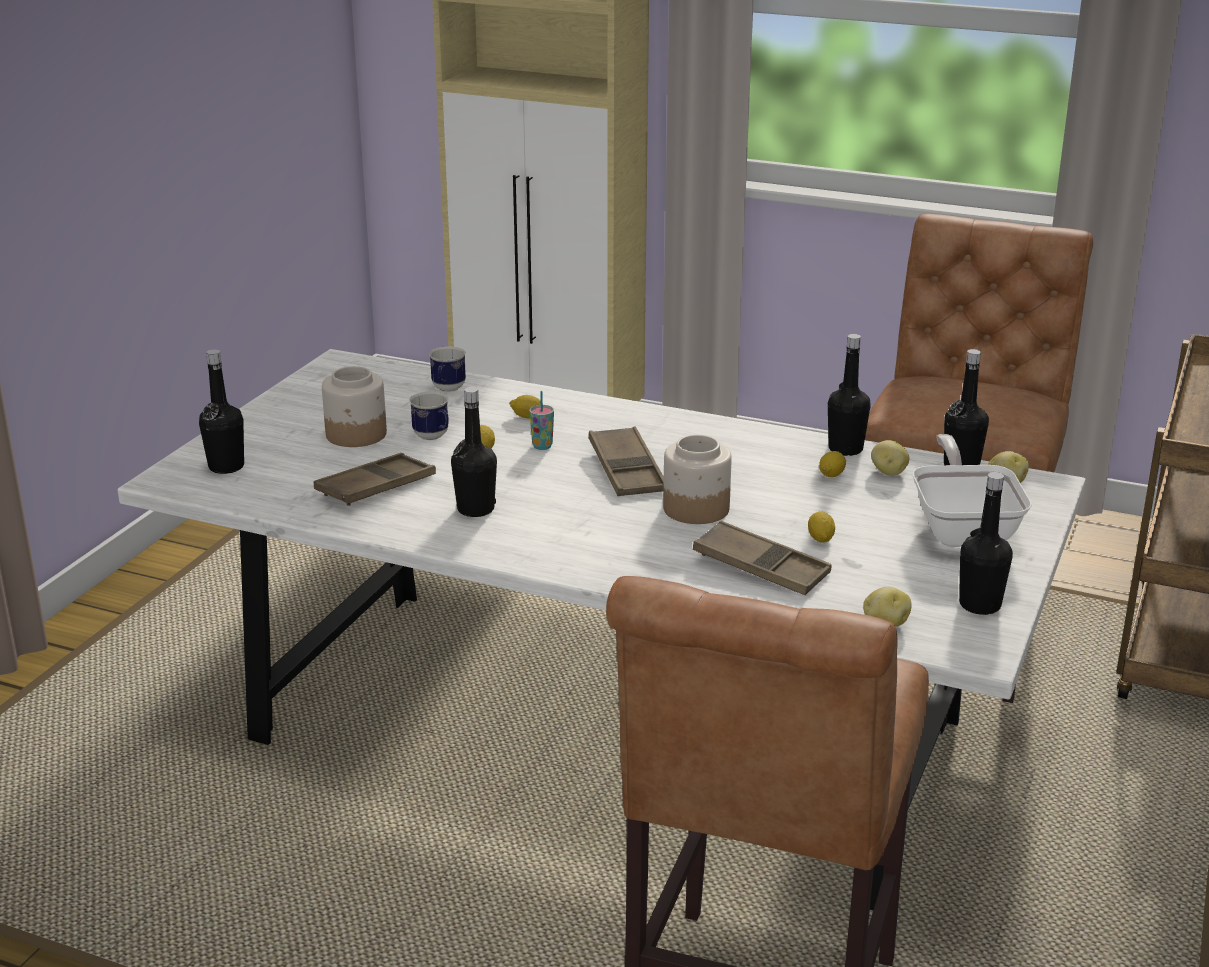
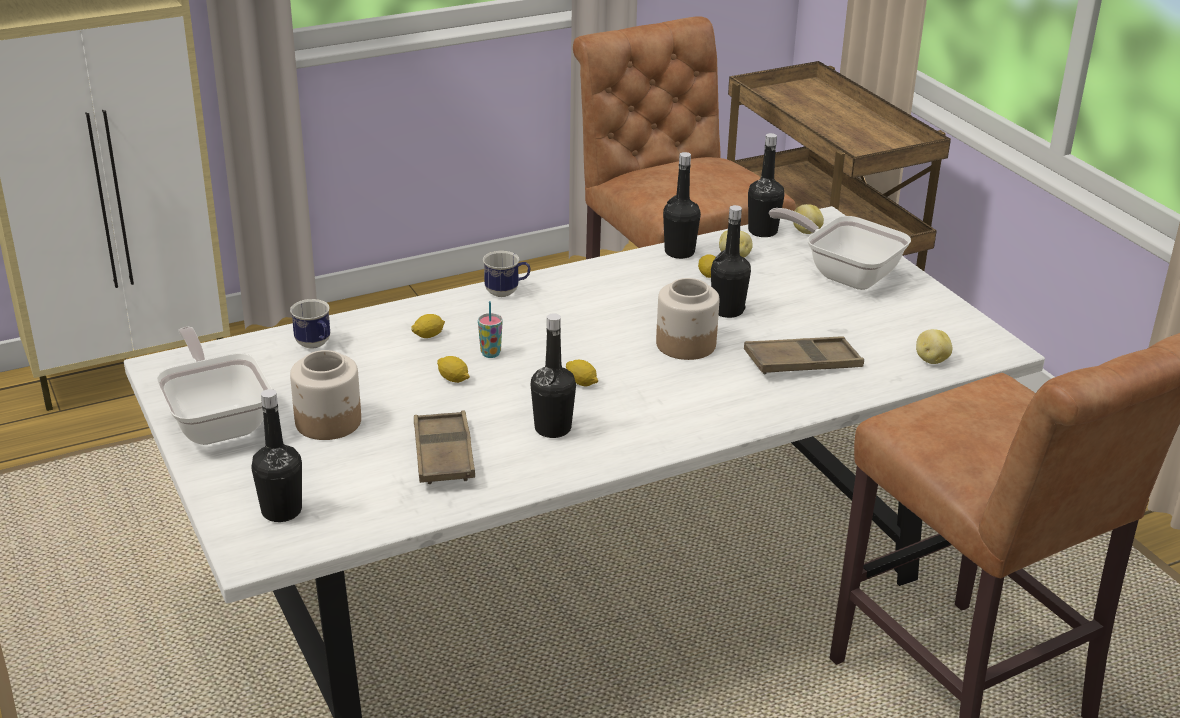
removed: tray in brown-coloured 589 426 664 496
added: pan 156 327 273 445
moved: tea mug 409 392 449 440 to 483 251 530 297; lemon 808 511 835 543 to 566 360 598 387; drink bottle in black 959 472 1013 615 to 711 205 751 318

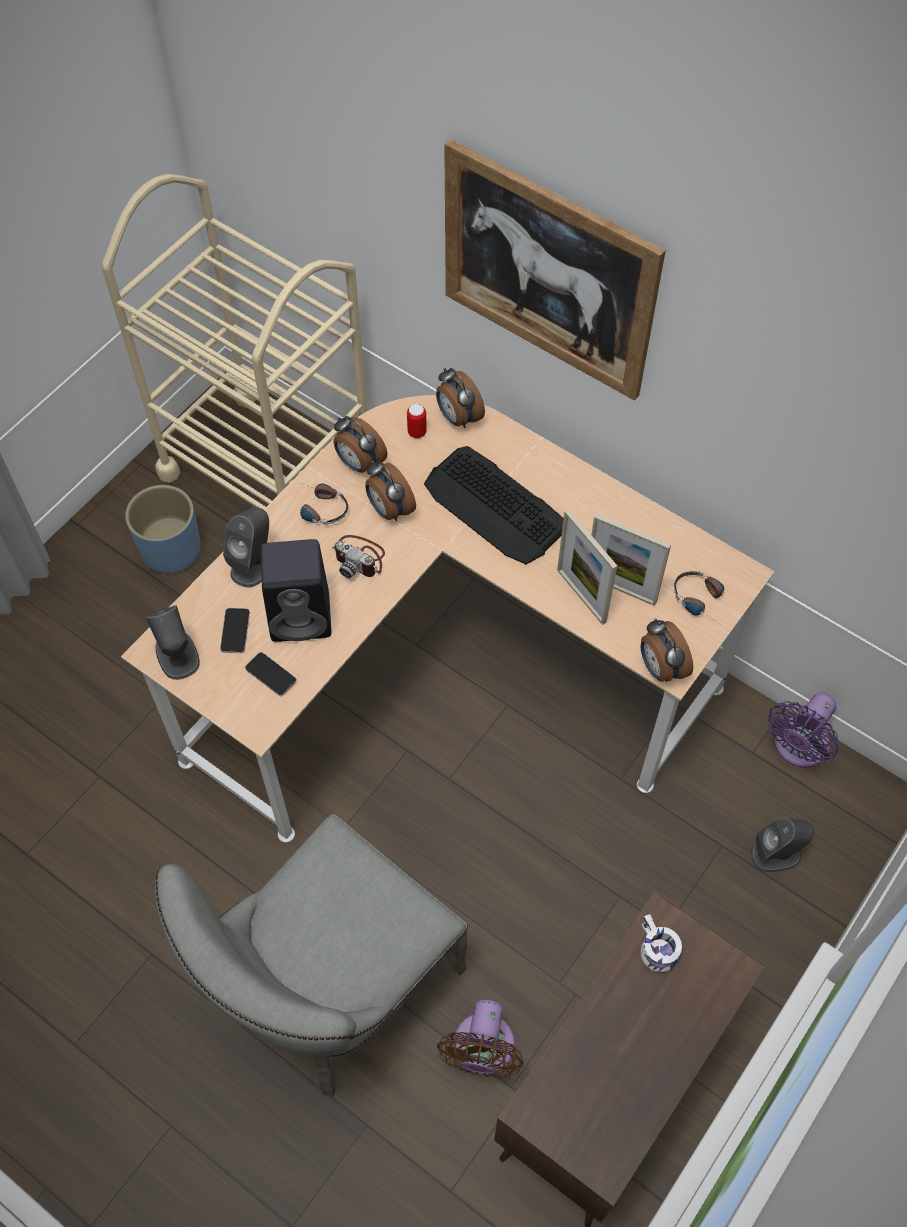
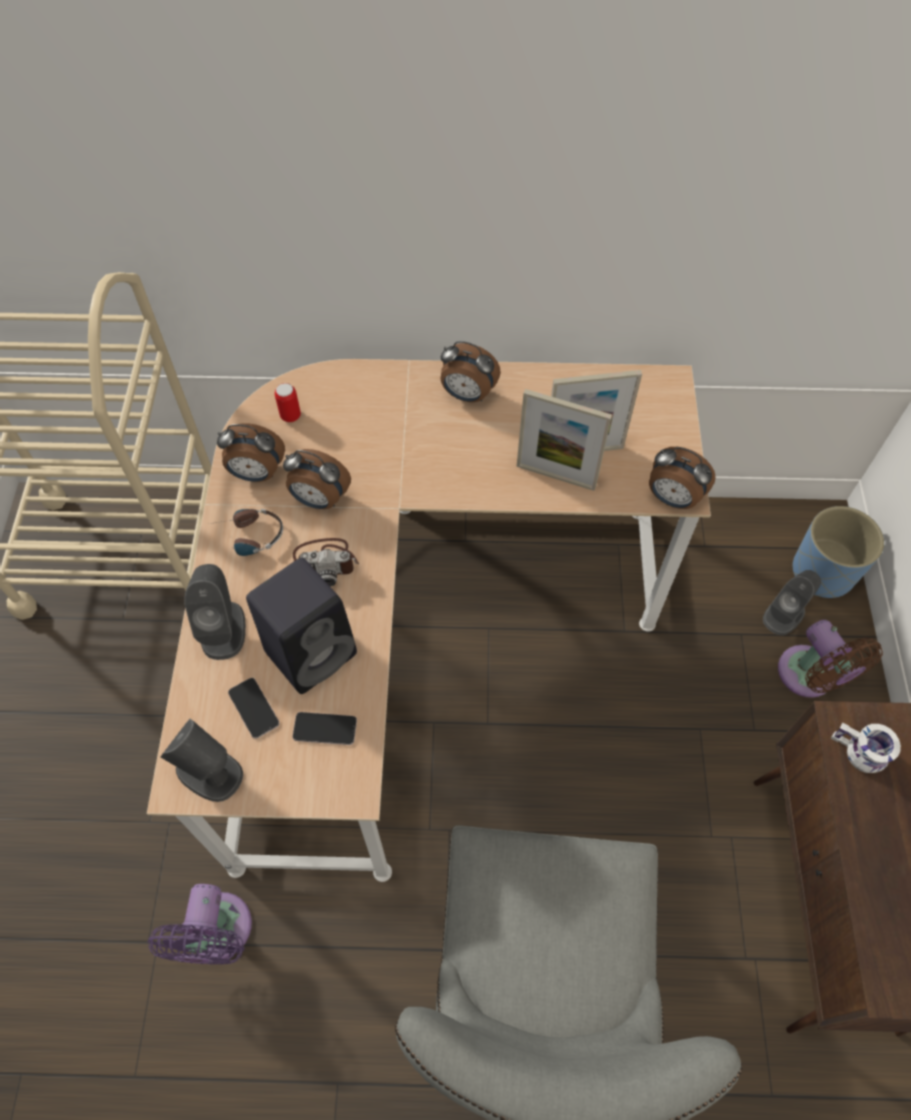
removed: keyboard 424 446 564 564; wall art 444 139 666 401; headphones 674 571 724 623
moved: flower pot in blue-coloured 125 485 201 574 to 793 506 884 598; table clock 436 368 485 428 to 440 341 501 402; electric fan in brown-coloured 437 1000 523 1078 to 778 620 883 698; electric fan in purple 768 692 839 768 to 148 884 252 965

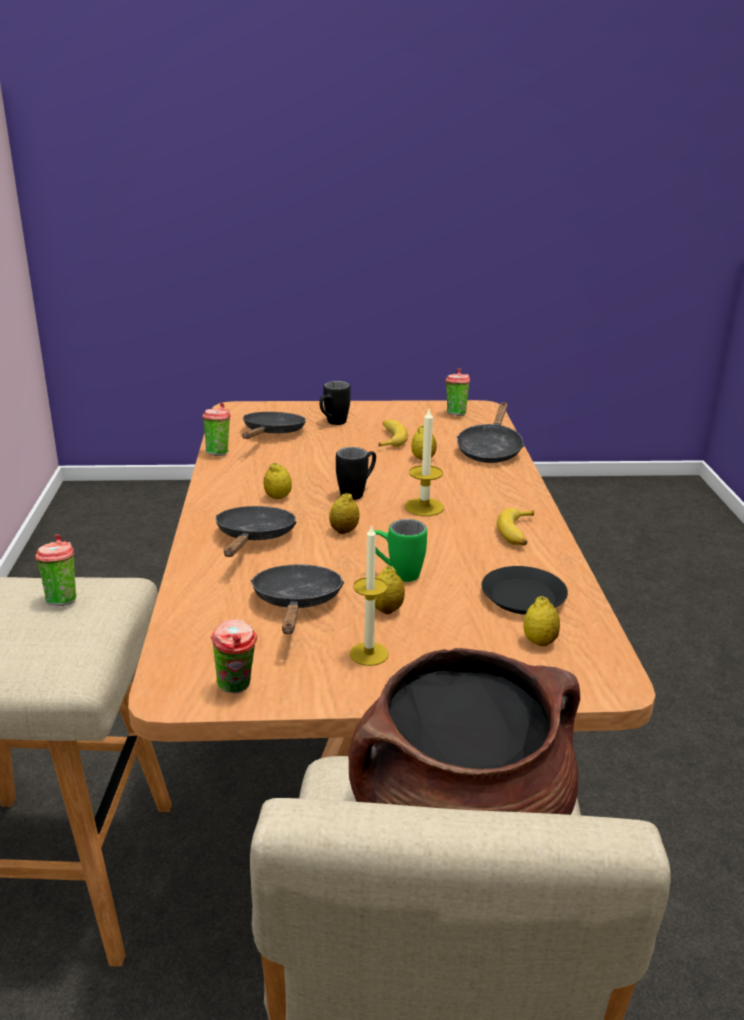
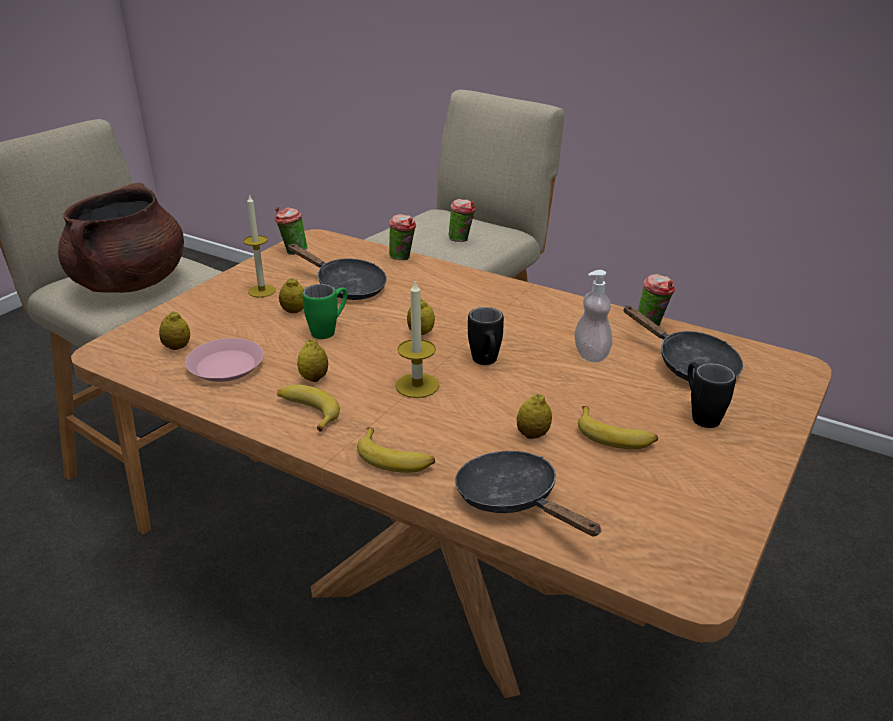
removed: pan in black 216 506 297 557
added: whole banana 357 427 435 473; soap dispenser 574 270 613 362
moved: lemon 263 463 292 499 to 297 339 328 382; drinking cup 445 368 470 416 to 389 214 416 260
recoloured: dinner plate in black 482 566 568 615 to dinner plate in pink-coloured 185 338 264 382

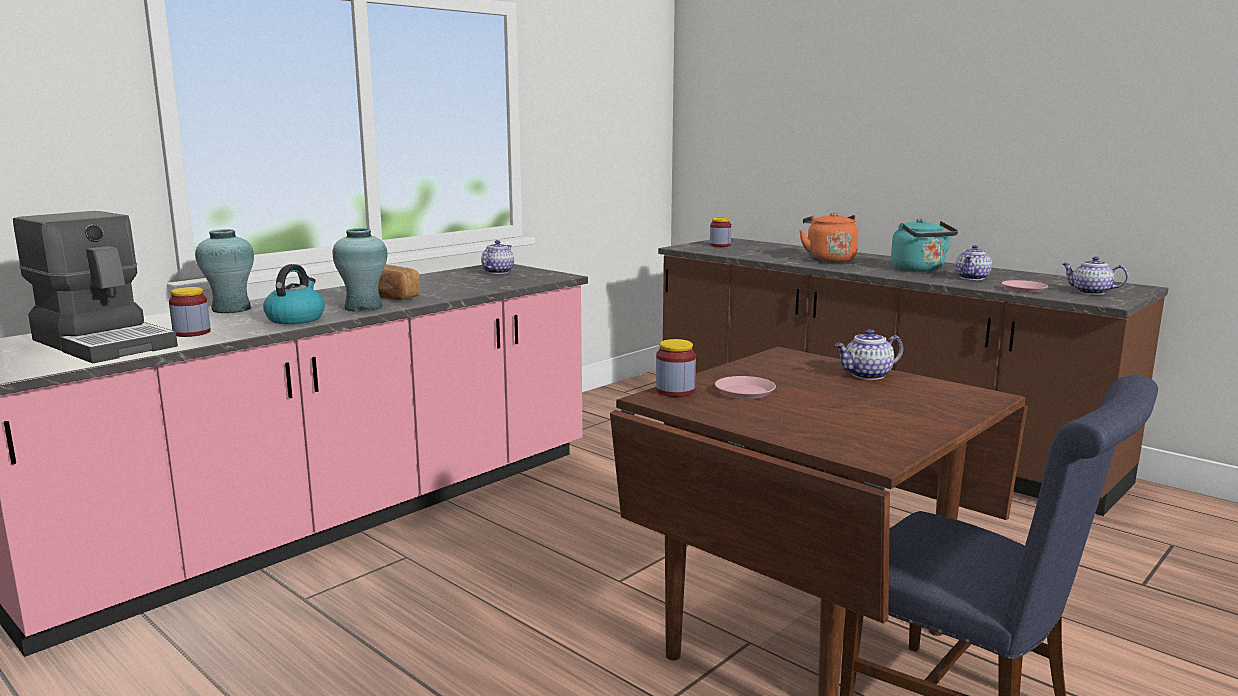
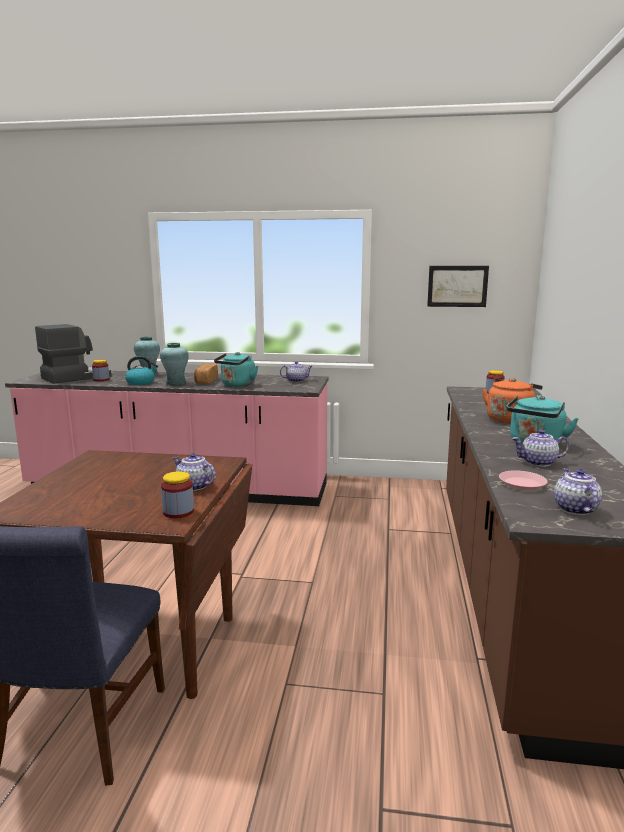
removed: dinner plate in pink-coloured 715 376 776 399
added: tea kettle in blue-green 214 352 258 387; wall art 427 266 489 307
moved: preserve jar 656 339 696 397 to 161 471 194 518
turned: coffee machine 13 211 178 363 = 35 324 111 384 135 degrees counterclockwise

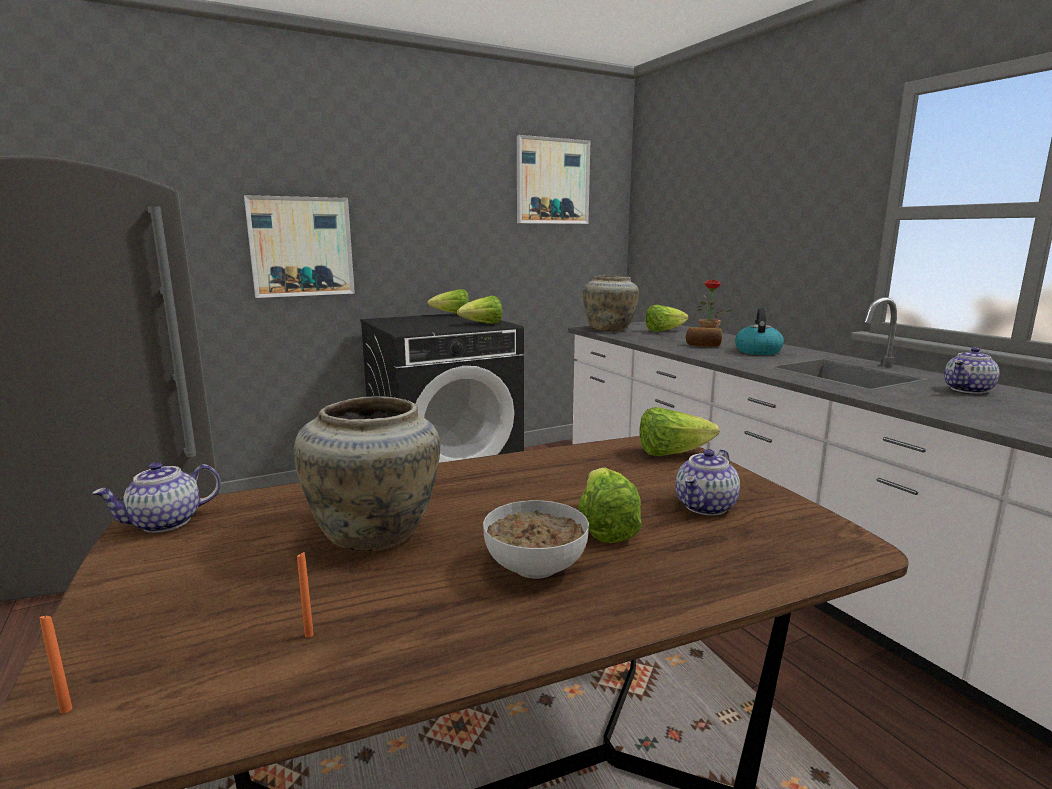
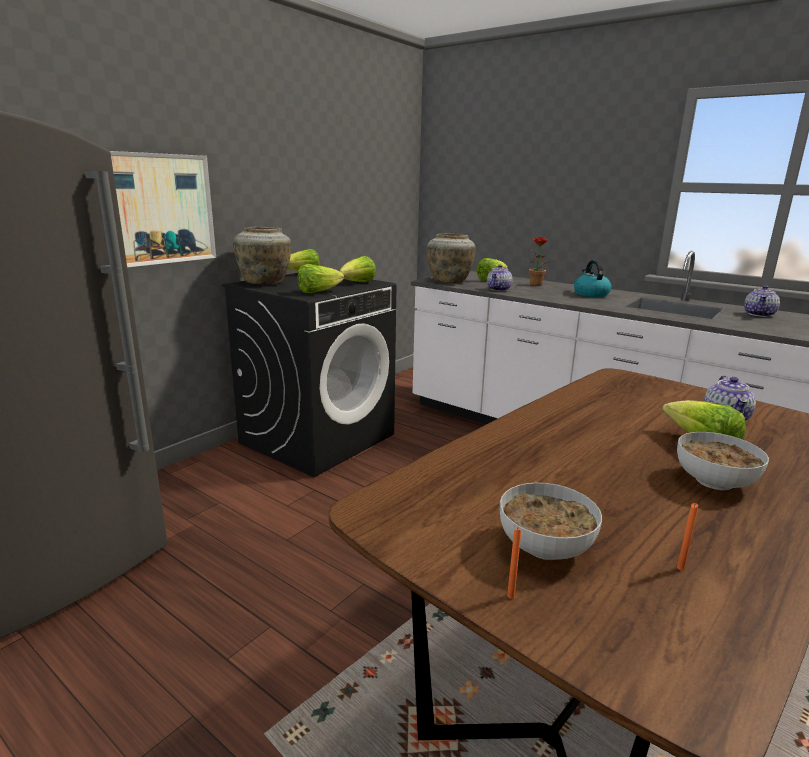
removed: wall art 517 135 590 224; baked bread 686 327 722 347
added: bowl 500 483 602 560
moved: wax light in orange 39 614 72 714 to 507 529 521 599; teapot 92 462 221 533 to 487 264 513 291; flower vase in sand-coloured 294 396 440 552 to 233 227 291 285; head of lettuce 639 407 720 456 to 298 264 344 293

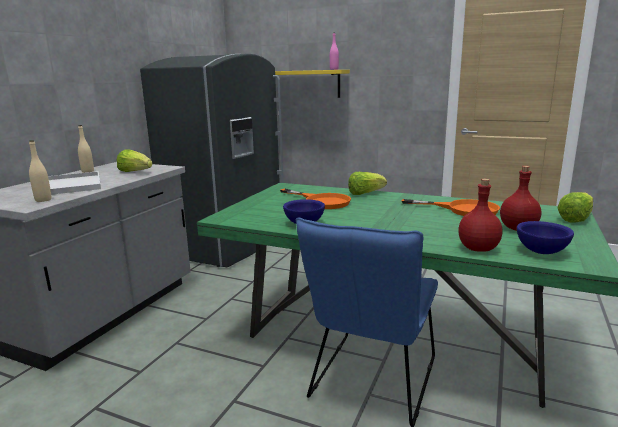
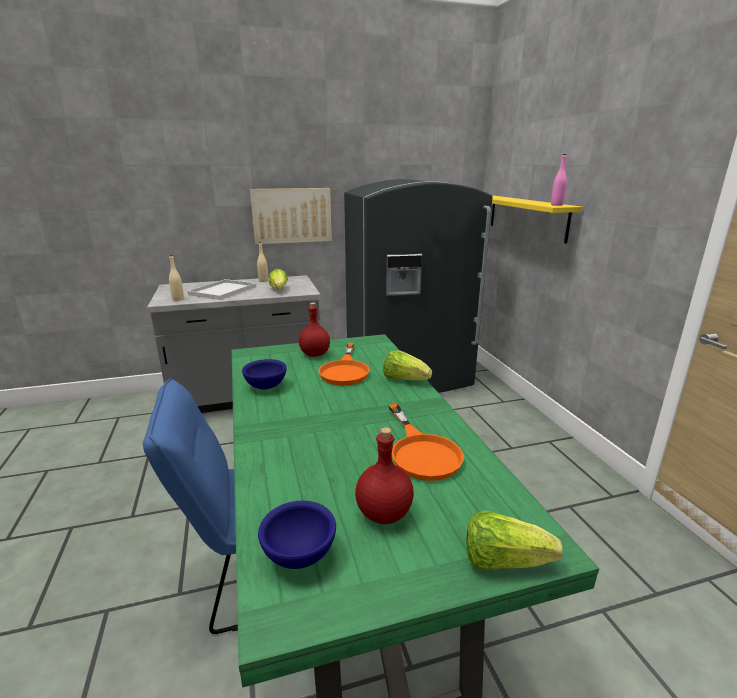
added: wall art 250 188 332 245
moved: drink bottle in reddish 458 179 502 252 to 299 303 330 357

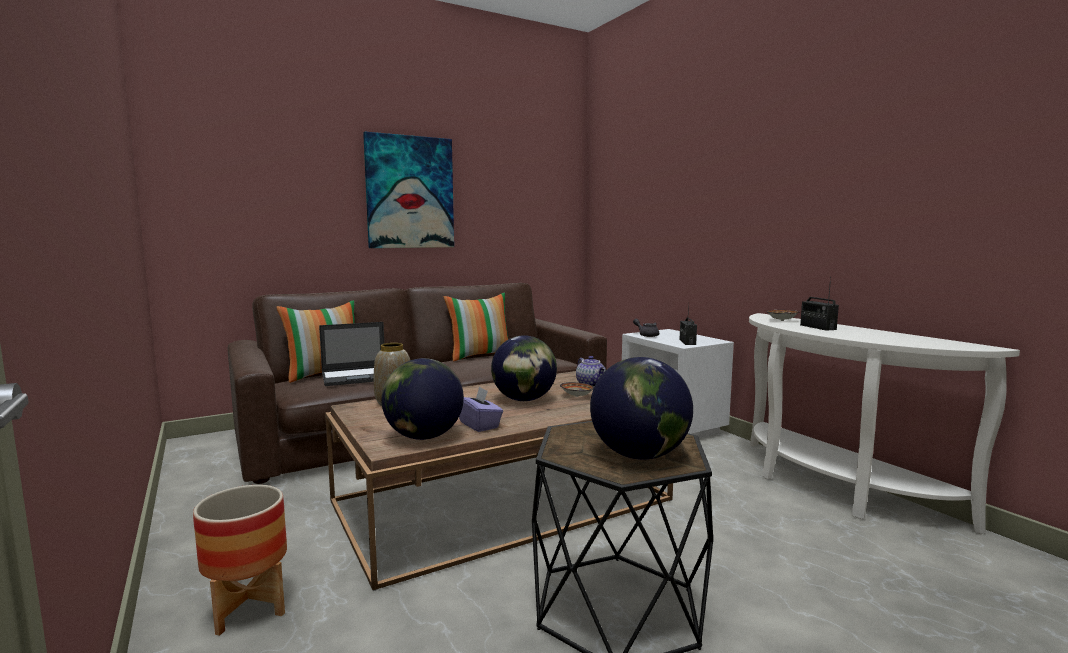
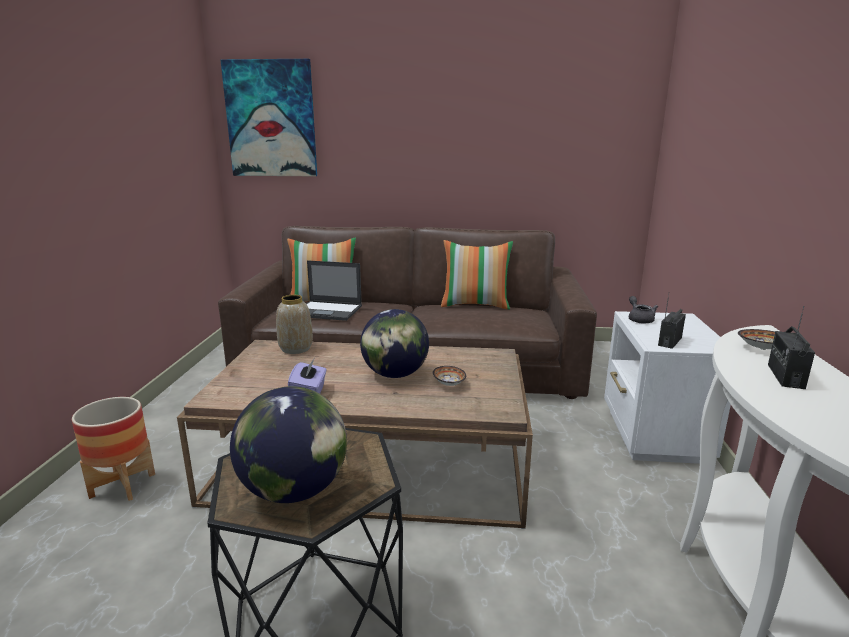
removed: world globe 381 358 464 440; teapot 576 356 606 387
moved: wall art 363 132 454 248 to 220 59 317 176

